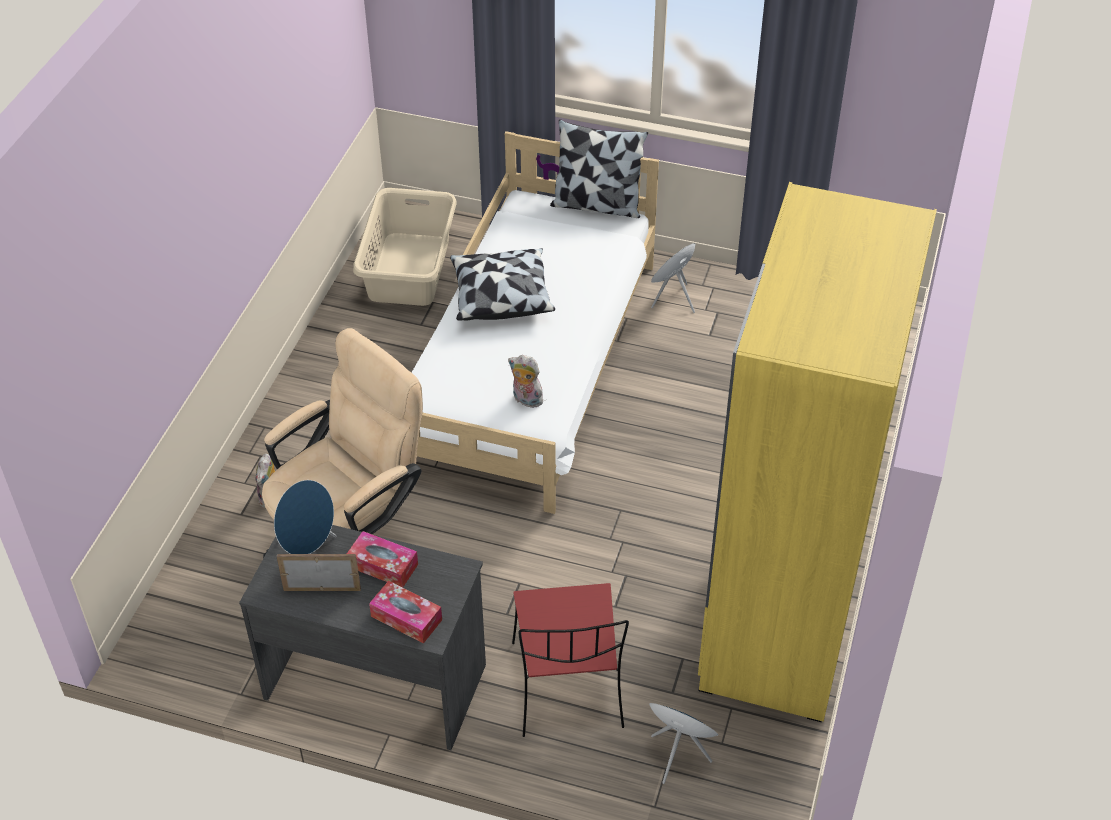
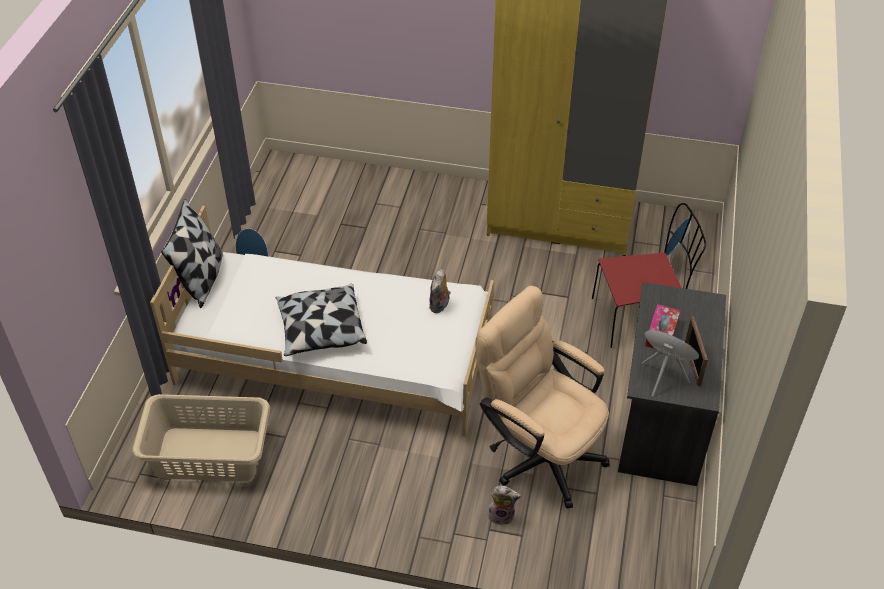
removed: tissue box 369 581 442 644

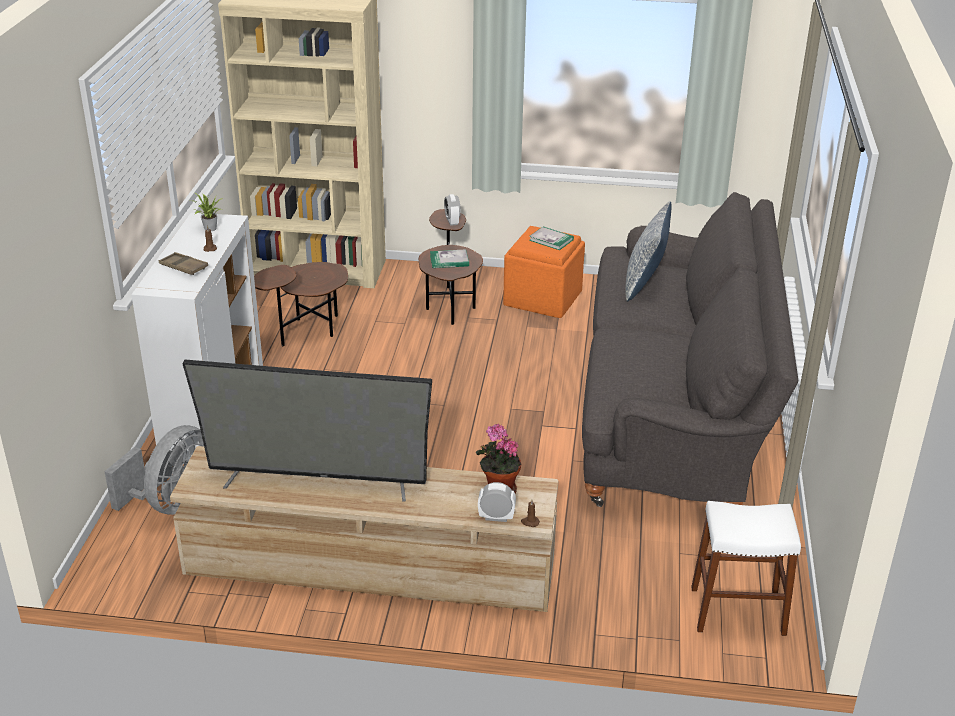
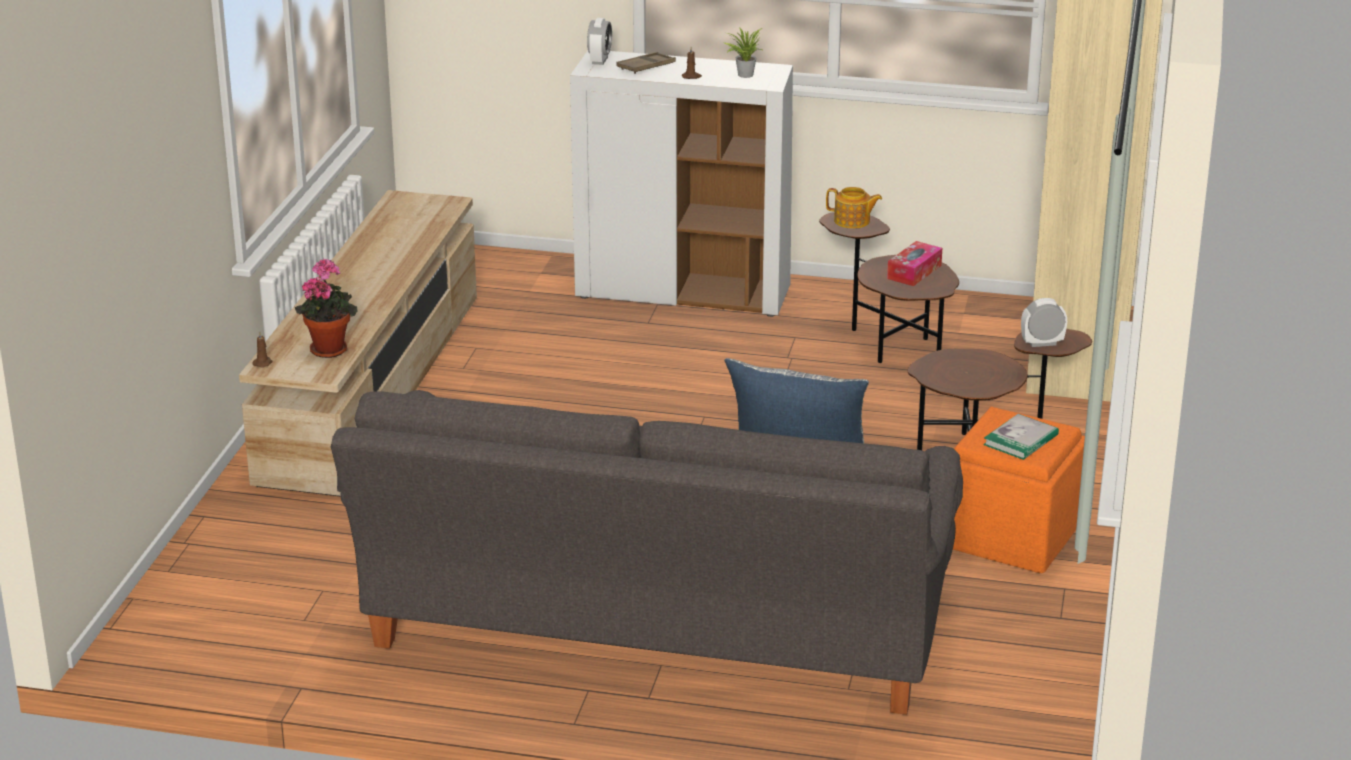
removed: electric fan in greyish 104 425 204 515; television 182 360 432 502; volume 430 249 469 268; stool seat in whitish 691 501 801 636
added: teapot 826 187 882 229; tissue box 887 241 942 286
moved: table clock 478 482 516 522 to 587 18 612 65

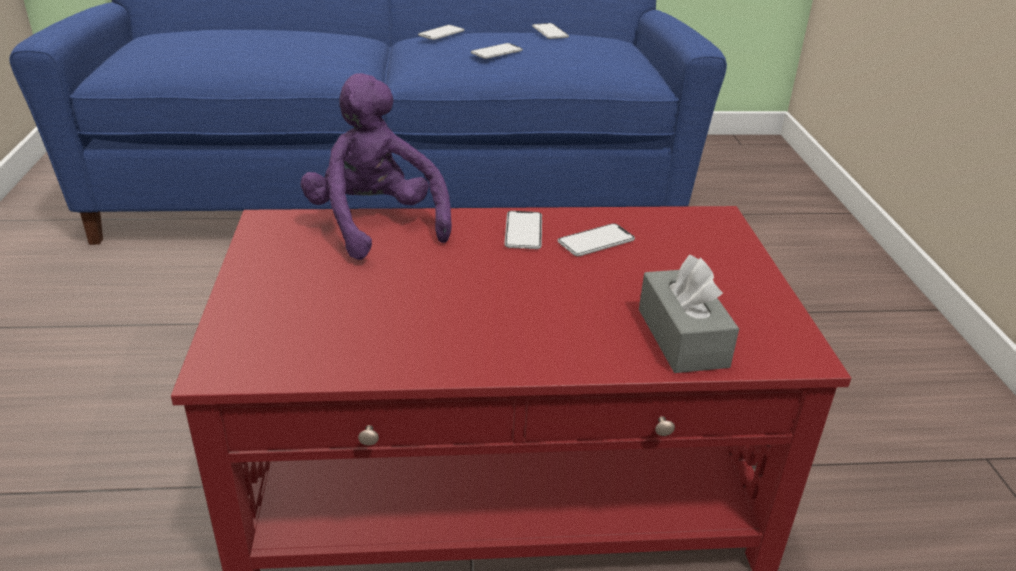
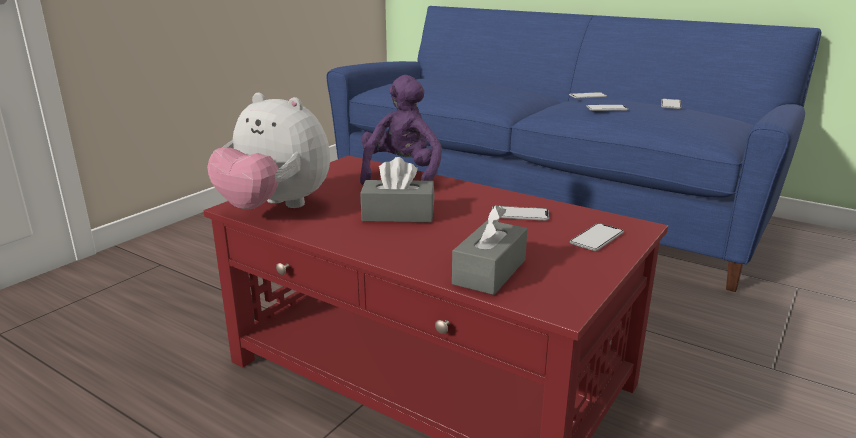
added: plush toy 207 92 330 210; tissue box in greyish 360 157 435 223
moved: handset 504 211 542 249 to 570 223 624 251

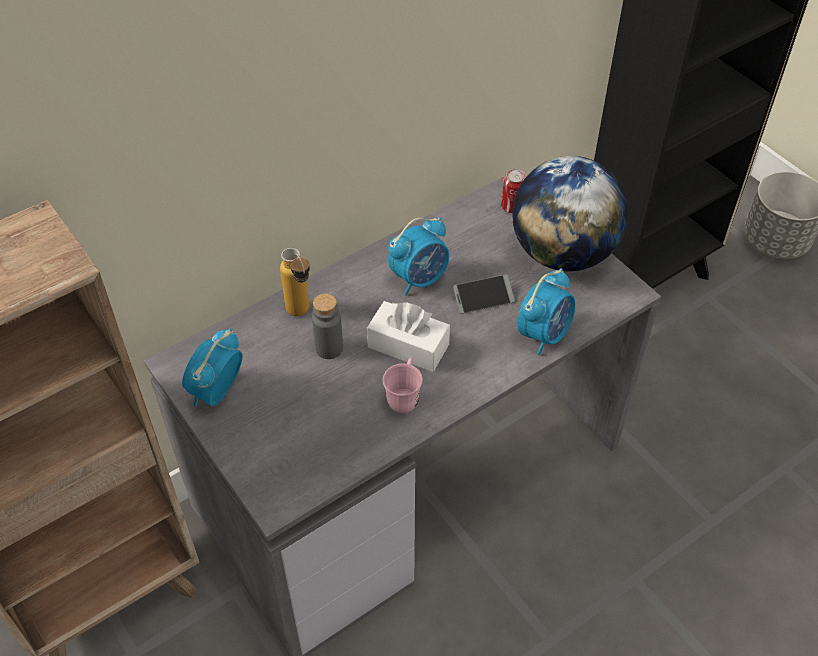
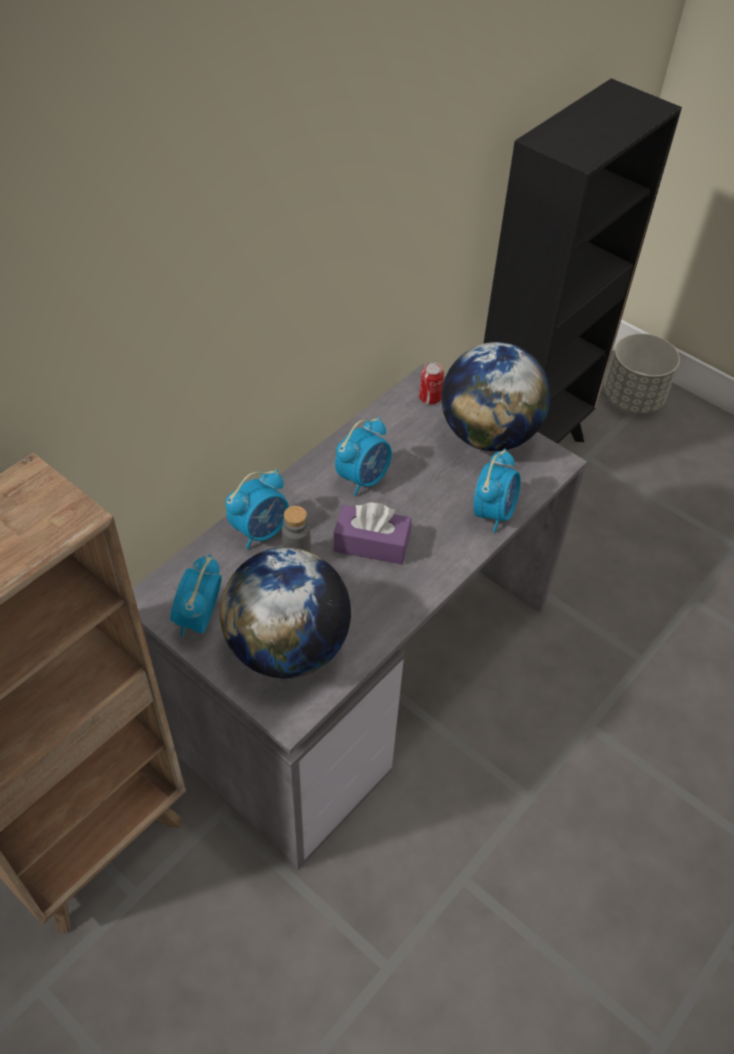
removed: tea mug in pink-coloured 383 358 423 414; handset 453 274 515 314
added: world globe 220 547 351 679
replaced: drink bottle 280 248 310 316 to table clock 225 469 289 550
recoloured: tissue box in whitish 367 301 450 372 to tissue box in purple 334 502 411 565

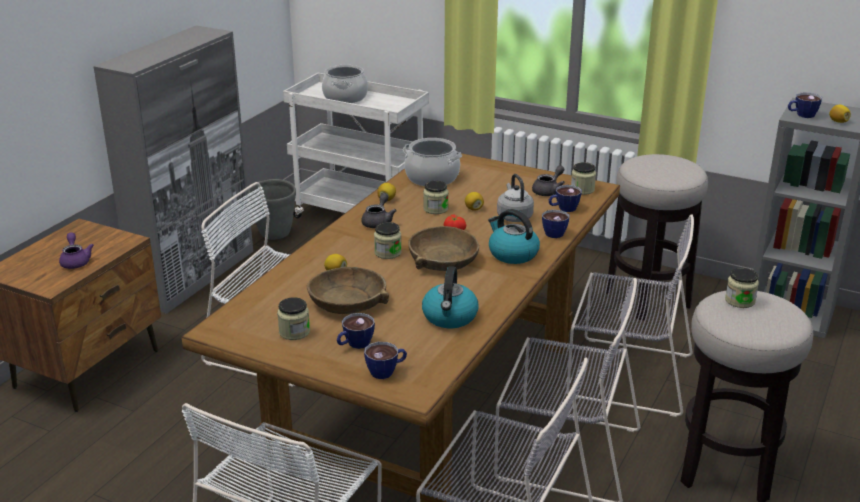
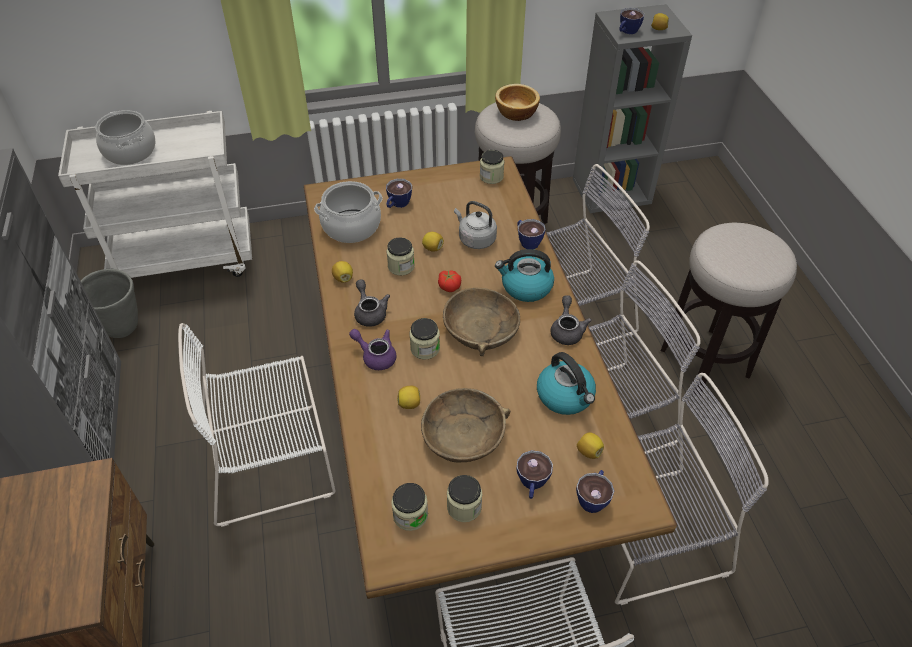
added: bowl 495 84 540 121; lemon 577 432 604 459
moved: teapot in purple 59 232 94 269 to 349 329 396 370; teapot in greyish 532 165 565 196 to 551 295 592 345; drinking cup 549 185 582 212 to 386 179 412 208; preserve jar 725 268 759 308 to 391 483 428 531

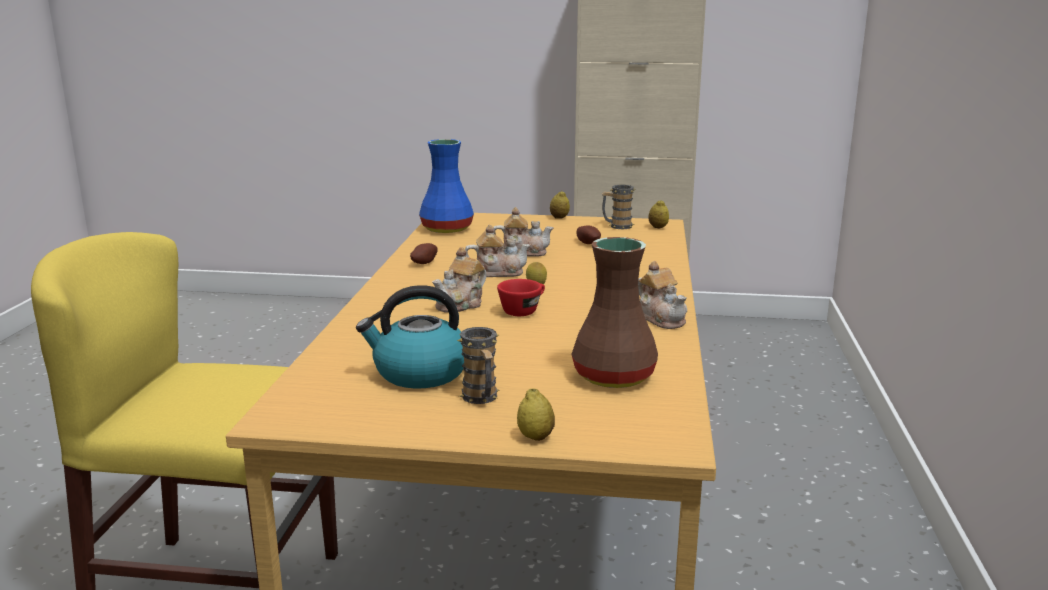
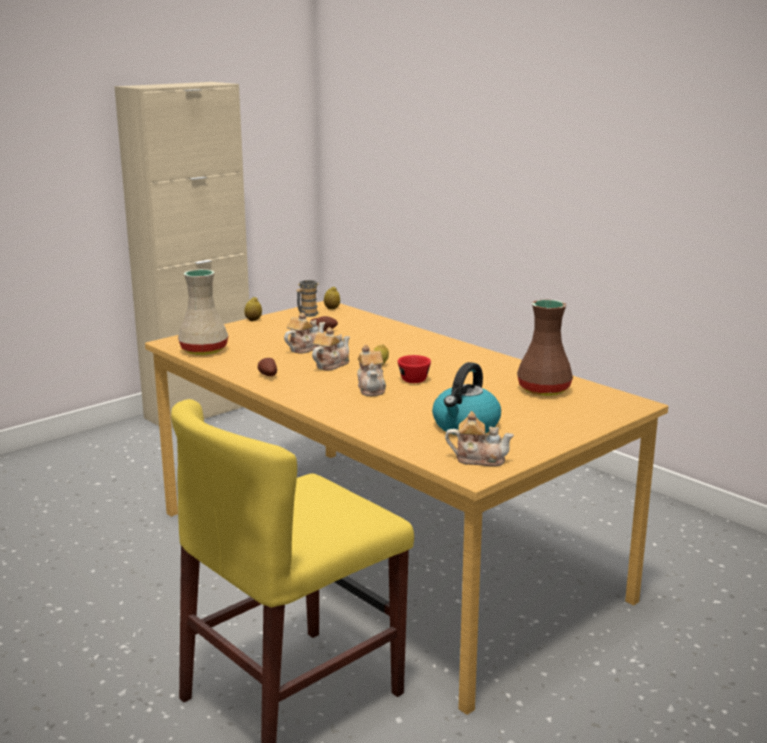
removed: tea mug 457 327 499 404; lemon 517 389 555 441
moved: teapot 638 261 687 329 to 445 411 514 466
recoloured: flower vase in blue-coloured 419 139 474 233 to flower vase in sand-coloured 178 269 228 355

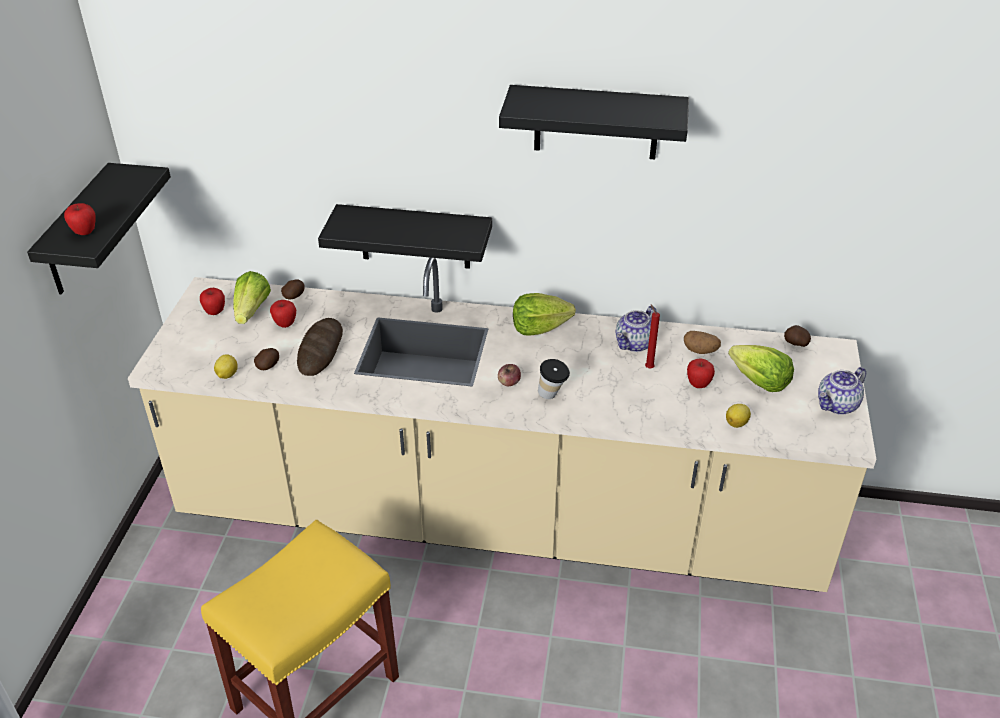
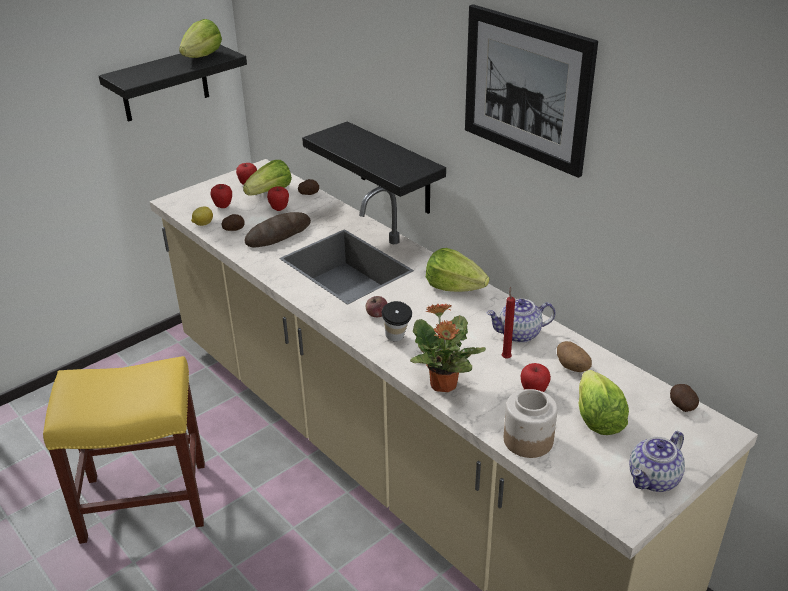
added: head of lettuce 179 19 222 58; houseplant 410 303 486 392
moved: apple fruit 64 203 95 235 to 210 184 232 208
replaced: shelf in black 499 85 689 159 to wall art 465 4 598 178; lemon 726 404 751 428 to preserve jar 504 389 558 458
turned: teapot 818 367 866 415 = 629 431 685 492 45 degrees counterclockwise

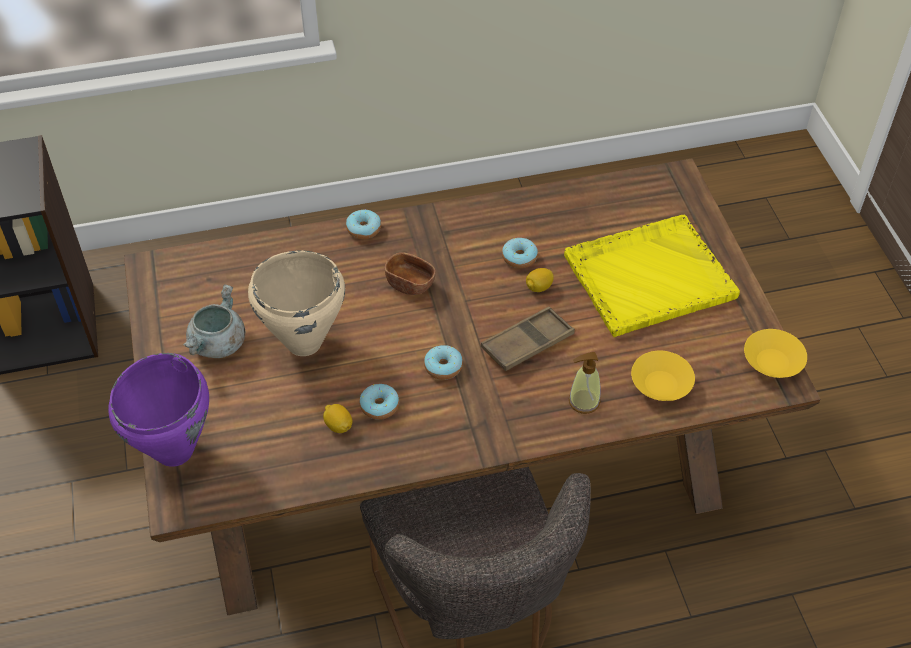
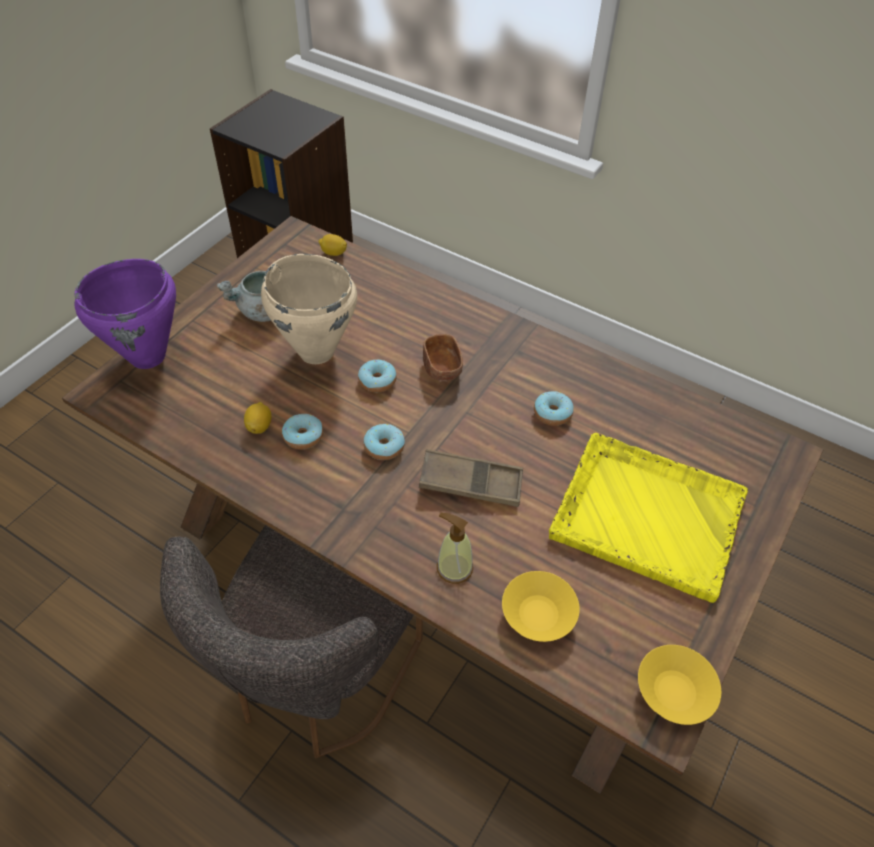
moved: doughnut 346 209 381 239 to 358 360 397 393; lemon 526 268 554 292 to 318 234 347 256

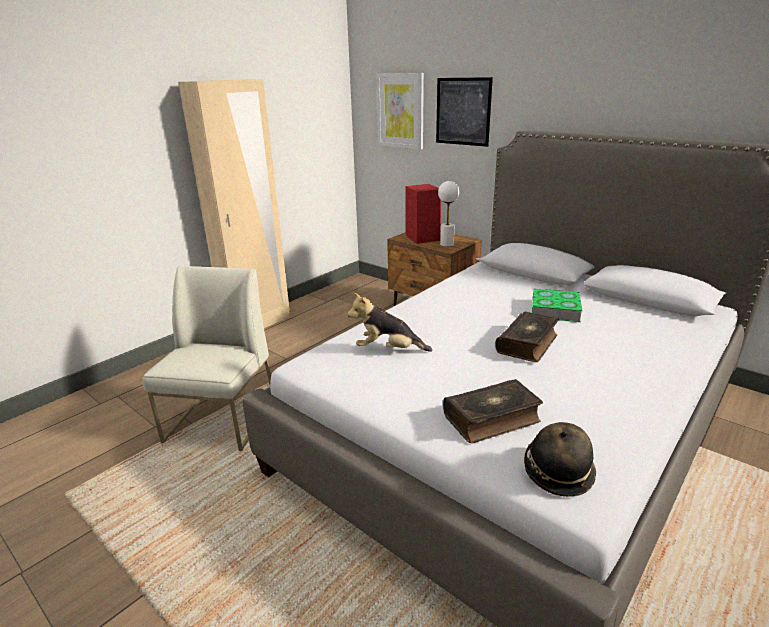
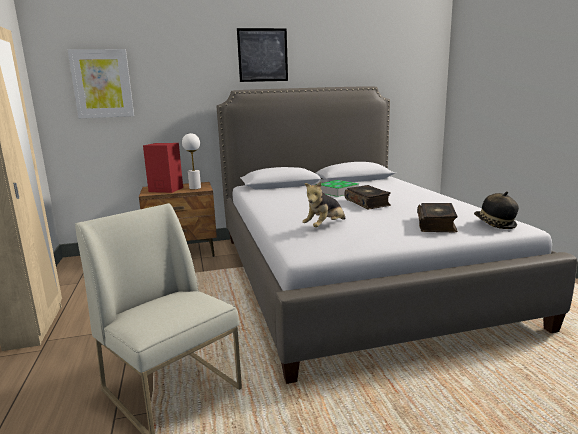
moved: wall art 436 77 493 147 to 237 28 288 82

